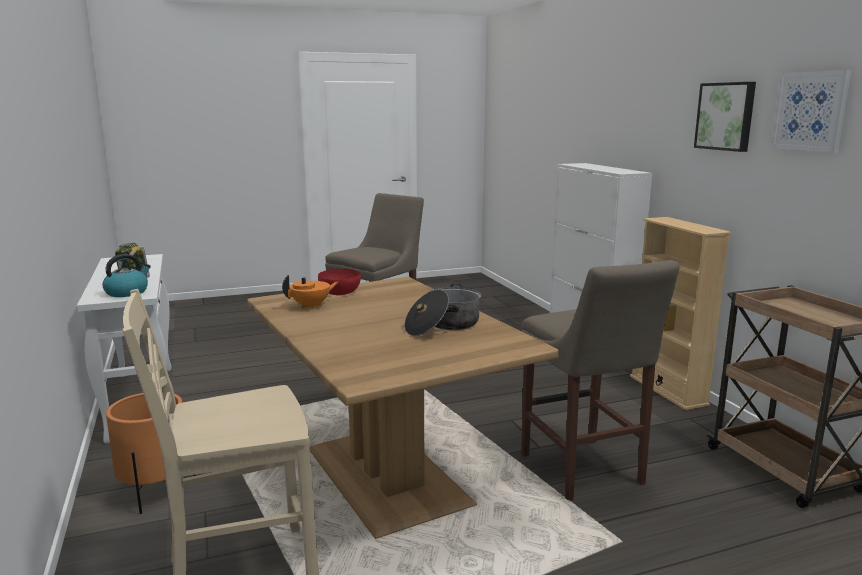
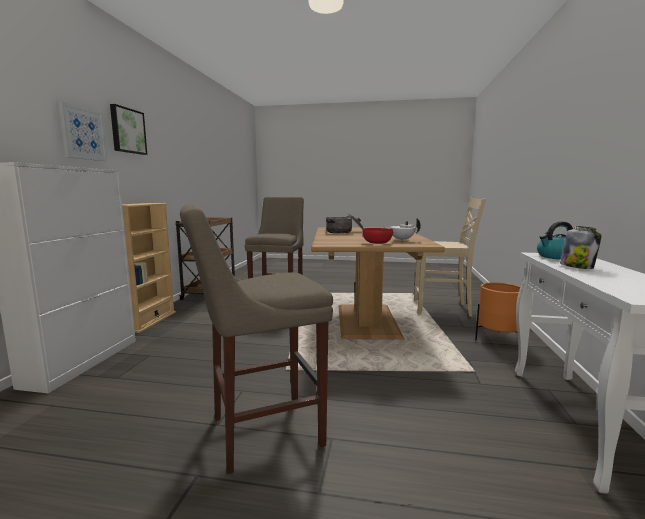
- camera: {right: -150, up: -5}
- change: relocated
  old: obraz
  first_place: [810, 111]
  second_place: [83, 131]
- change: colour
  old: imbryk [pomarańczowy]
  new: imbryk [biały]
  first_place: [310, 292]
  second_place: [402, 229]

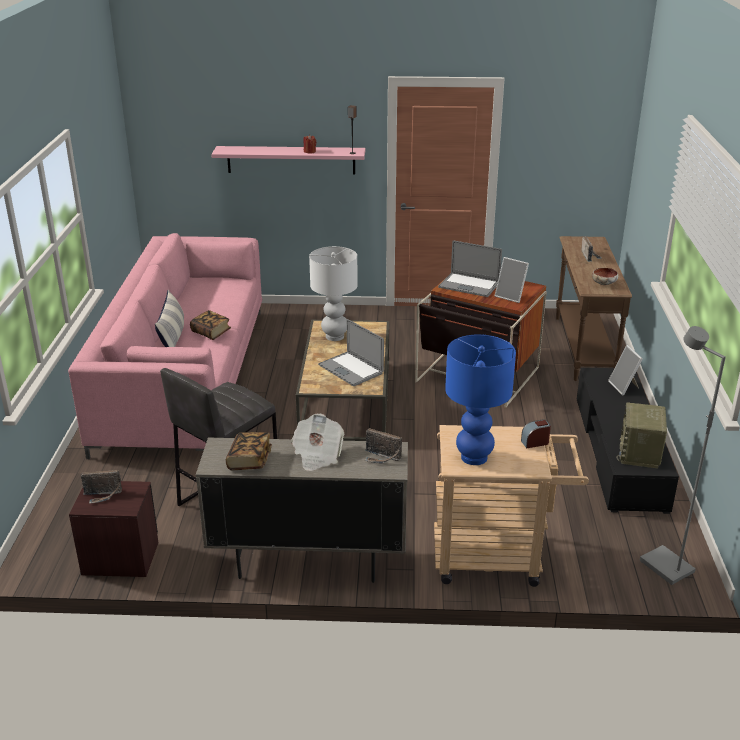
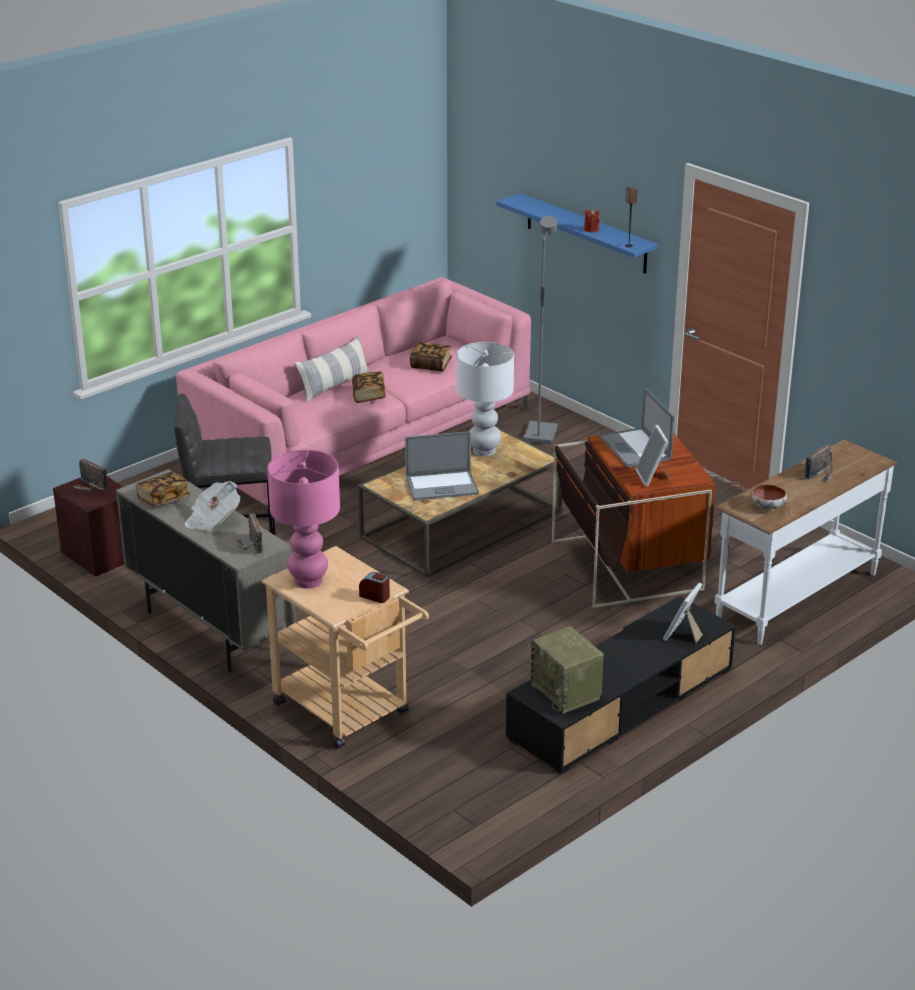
- camera: {right: 45, up: 0}
- change: colour
  old: półka [różowy]
  new: półka [niebieski]
  first_place: [288, 160]
  second_place: [577, 233]
- change: colour
  old: stolik konsolowy [brązowy]
  new: stolik konsolowy [biały]
  first_place: [594, 308]
  second_place: [805, 542]
- change: spun
  old: laptop
  first_place: [351, 352]
  second_place: [442, 466]
  degrees: -105
- change: relocated
  old: lampa stojąca [szary]
  first_place: [683, 455]
  second_place: [540, 330]
- change: colour
  old: lampa stołowa [niebieski]
  new: lampa stołowa [różowy]
  first_place: [480, 399]
  second_place: [303, 519]
- change: spun
  old: radio
  first_place: [641, 435]
  second_place: [567, 670]
  degrees: -90
- change: appeared
  new: książka
  second_place: [431, 357]

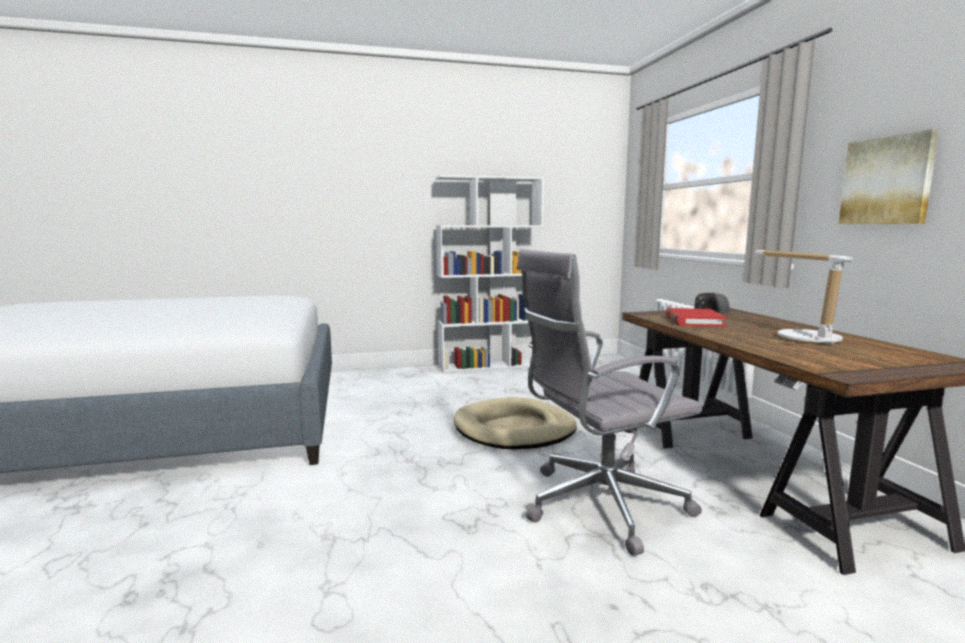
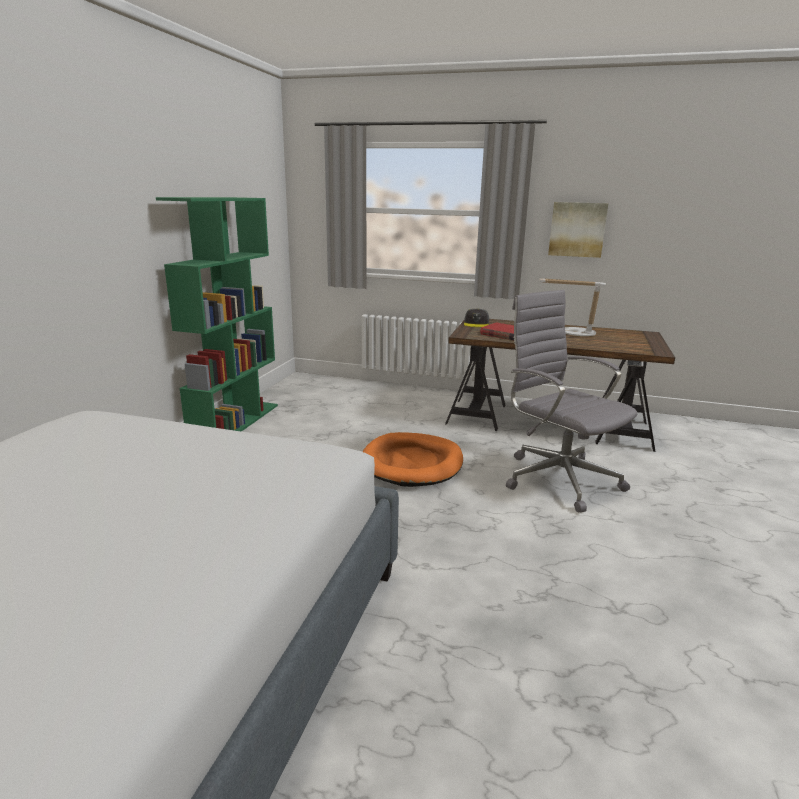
- camera: {right: -60, up: 10}
- change: colour
  old: regał [biały]
  new: regał [zielony]
  first_place: [489, 274]
  second_place: [217, 314]
- change: spun
  old: krzesło biurowe [szary]
  first_place: [610, 402]
  second_place: [571, 401]
  degrees: 135
- change: colour
  old: legowisko [beżowy]
  new: legowisko [pomarańczowy]
  first_place: [515, 423]
  second_place: [413, 459]

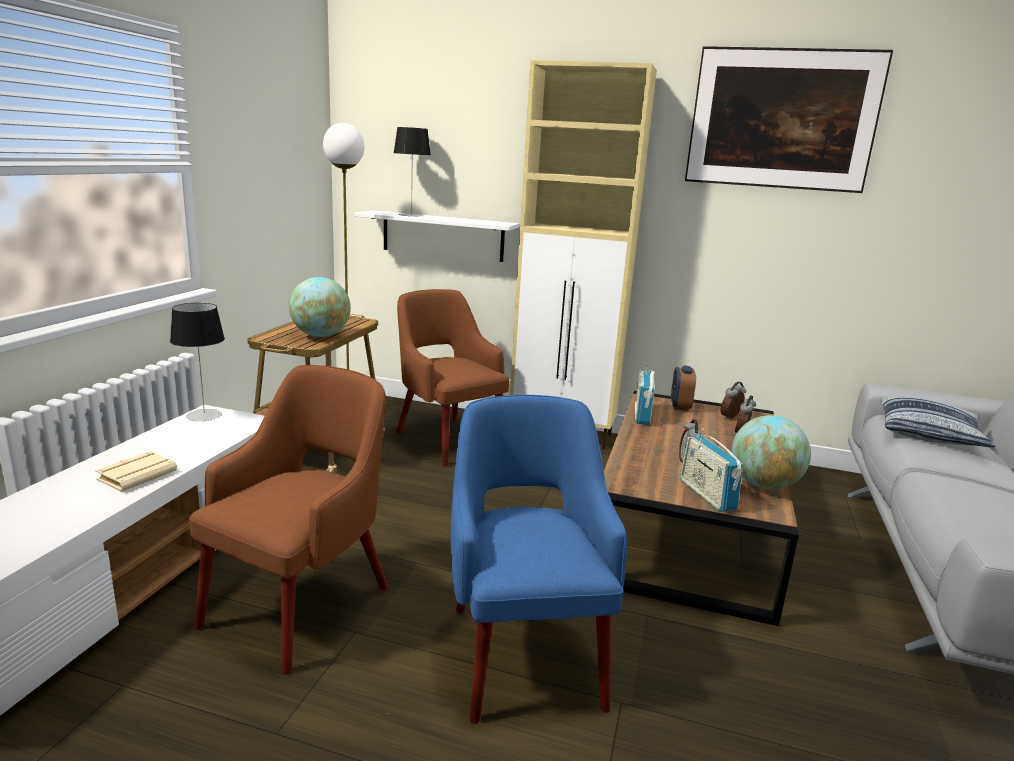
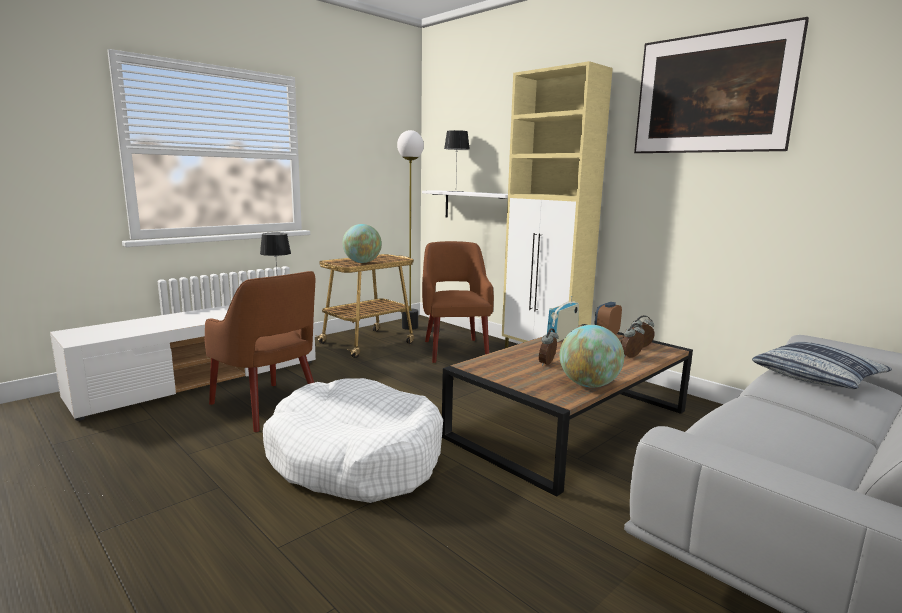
- camera: {right: 30, up: -5}
- change: spun
  old: fotel [brązowy]
  first_place: [288, 519]
  second_place: [259, 351]
  degrees: 75
- change: exchanged
  old: fotel [niebieski]
  new: legowisko [biały]
  first_place: [539, 559]
  second_place: [353, 440]
- change: missing
  old: radio
  first_place: [711, 470]
- change: missing
  old: książka [beżowy]
  first_place: [136, 471]

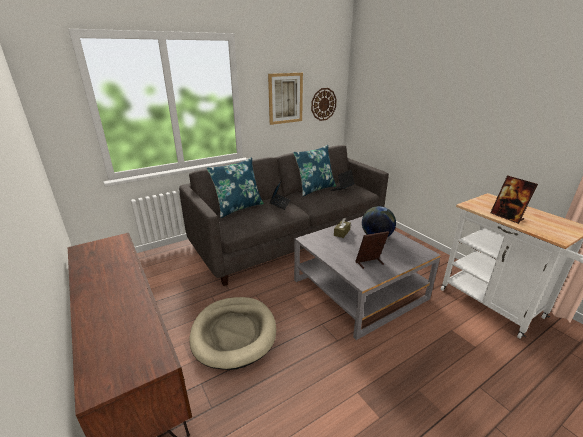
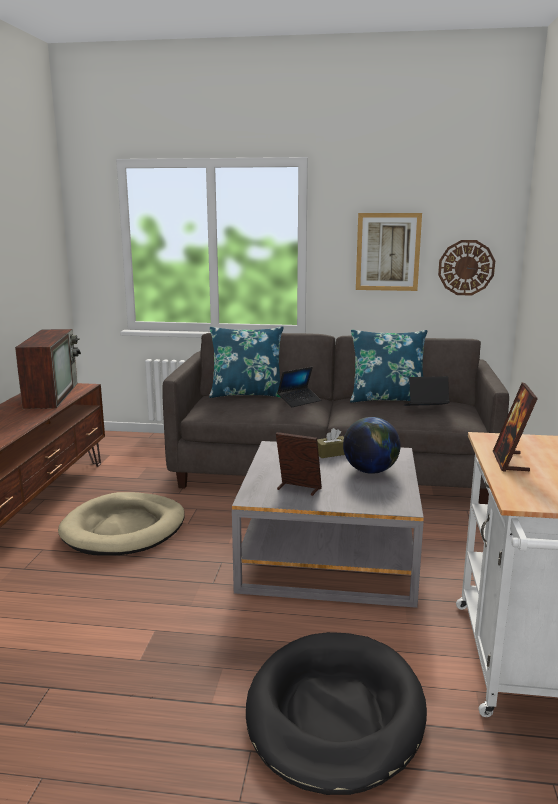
- camera: {right: 40, up: -10}
- change: appeared
  new: telewizor
  second_place: [48, 369]
- change: appeared
  new: legowisko [czarny]
  second_place: [336, 713]

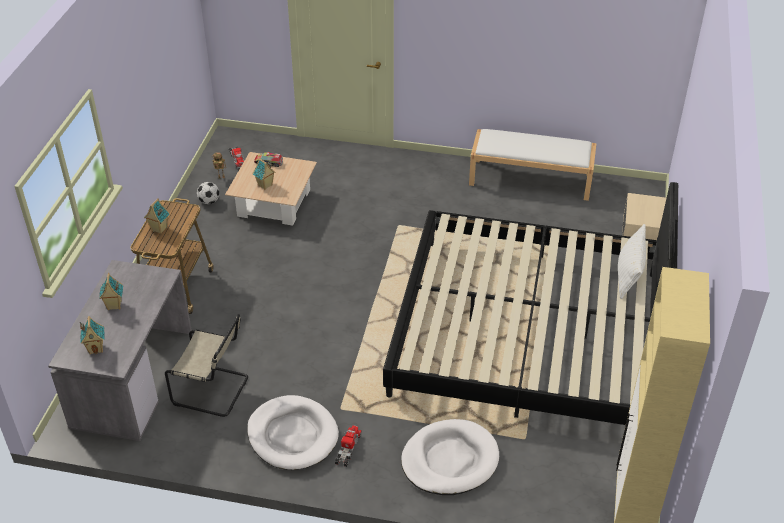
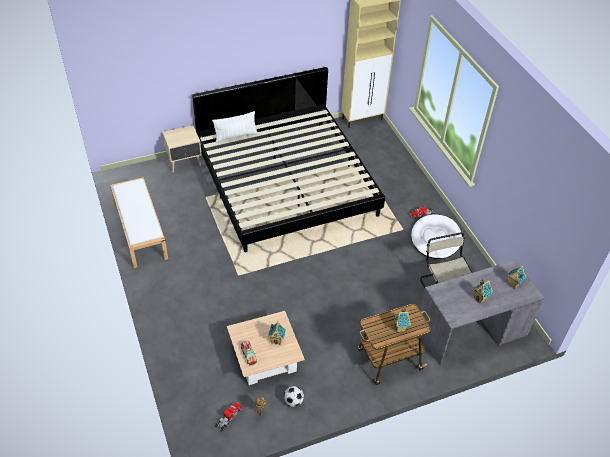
- camera: {right: -125, up: 5}
- change: missing
  old: legowisko [biały]
  first_place: [450, 457]

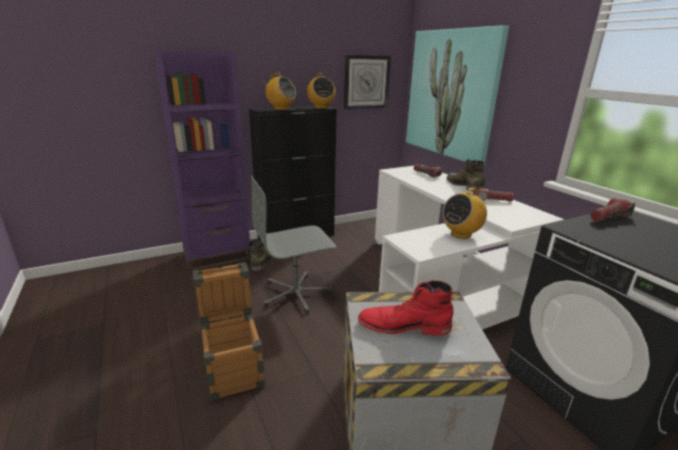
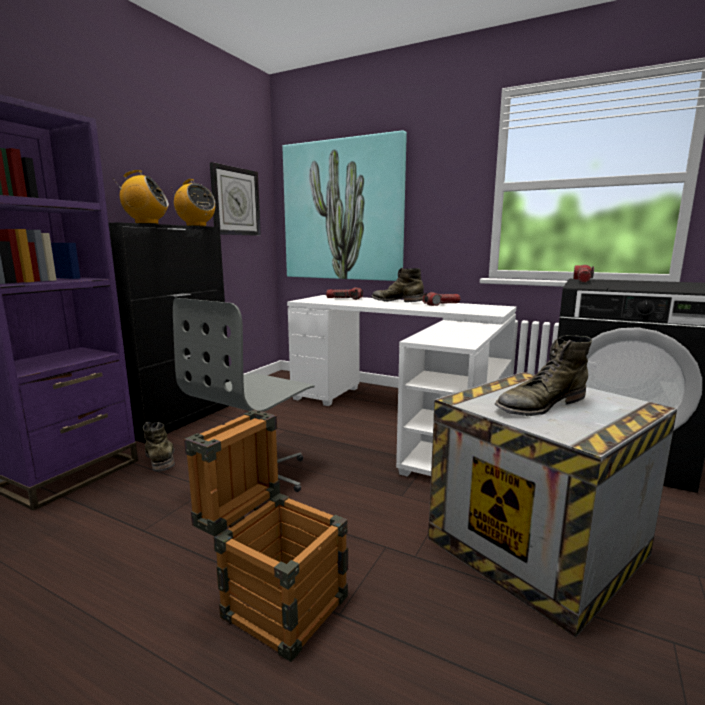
- camera: {right: -35, up: -10}
- change: missing
  old: radio
  first_place: [465, 213]
- change: colour
  old: but z cholewką [czerwony]
  new: but z cholewką [zielony]
  first_place: [406, 308]
  second_place: [543, 375]

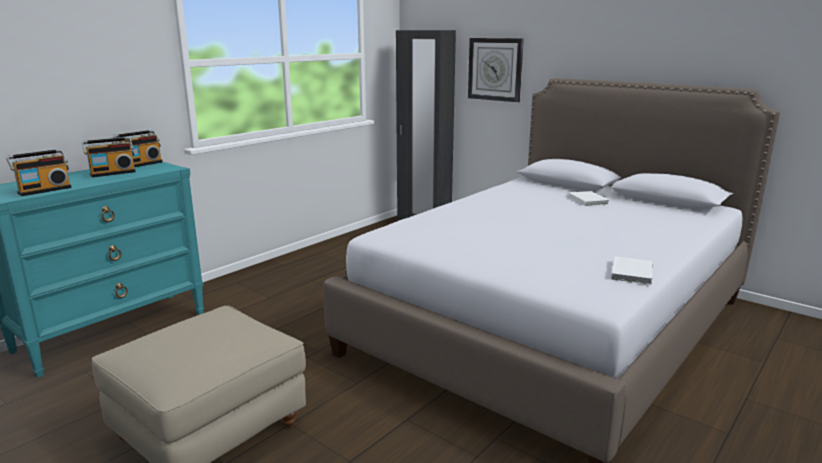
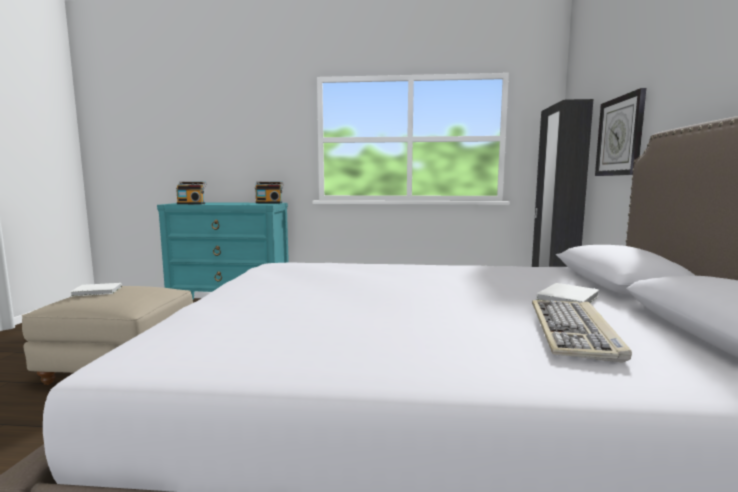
- camera: {right: 55, up: -10}
- change: missing
  old: radio
  first_place: [109, 157]
- change: relocated
  old: książka [biały]
  first_place: [631, 270]
  second_place: [96, 289]
- change: appeared
  new: klawiatura
  second_place: [582, 331]

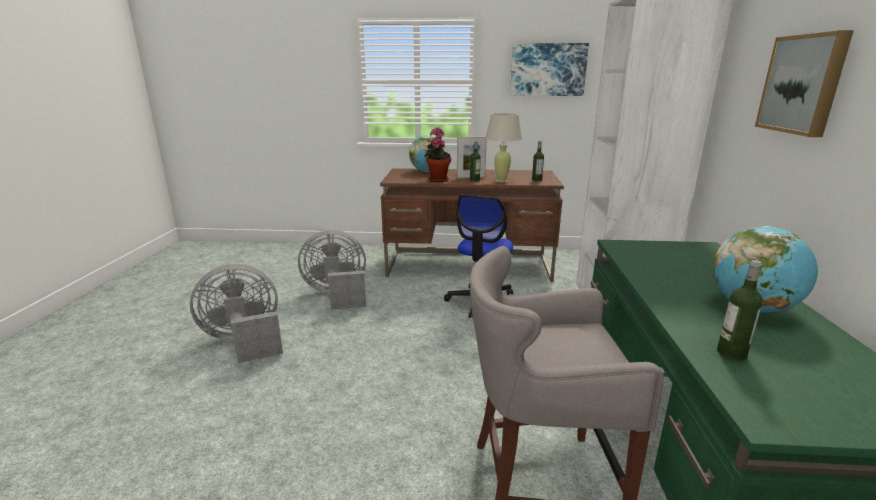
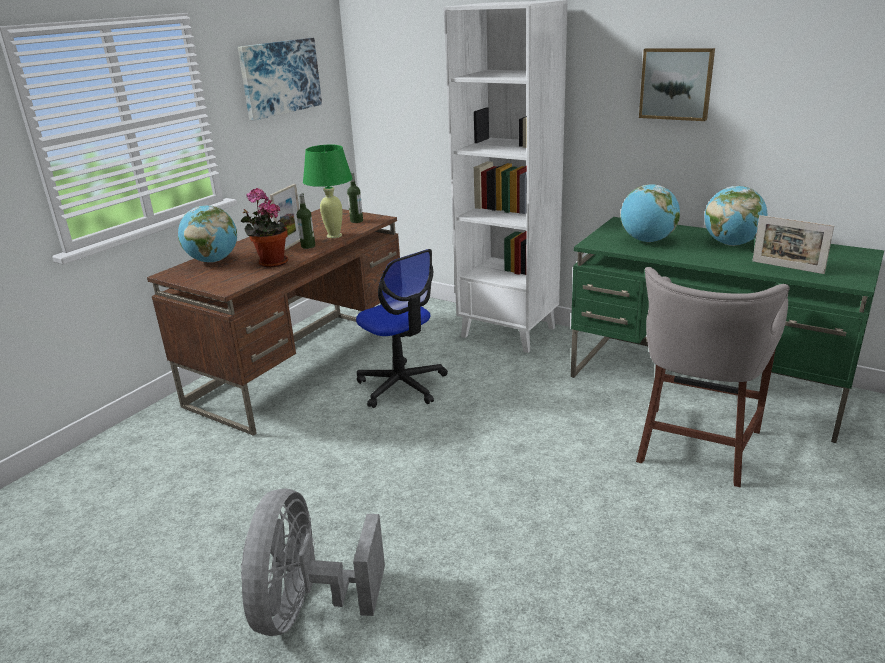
- camera: {right: -60, up: 5}
- change: colour
  old: lampa stołowa [beżowy]
  new: lampa stołowa [zielony]
  first_place: [503, 148]
  second_place: [328, 191]
- change: missing
  old: wentylator [szary]
  first_place: [332, 270]
- change: exchanged
  old: butelka
  new: ramka na zdjęcie
  first_place: [740, 310]
  second_place: [793, 244]
- change: appeared
  new: globus
  second_place: [650, 213]

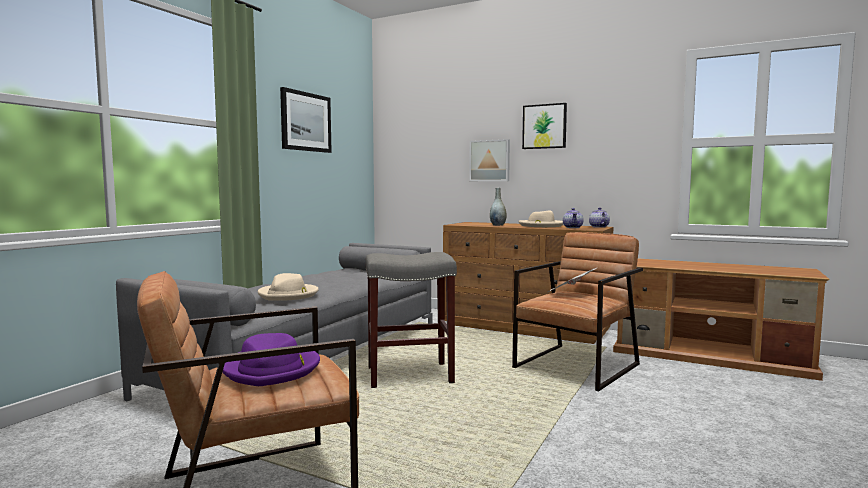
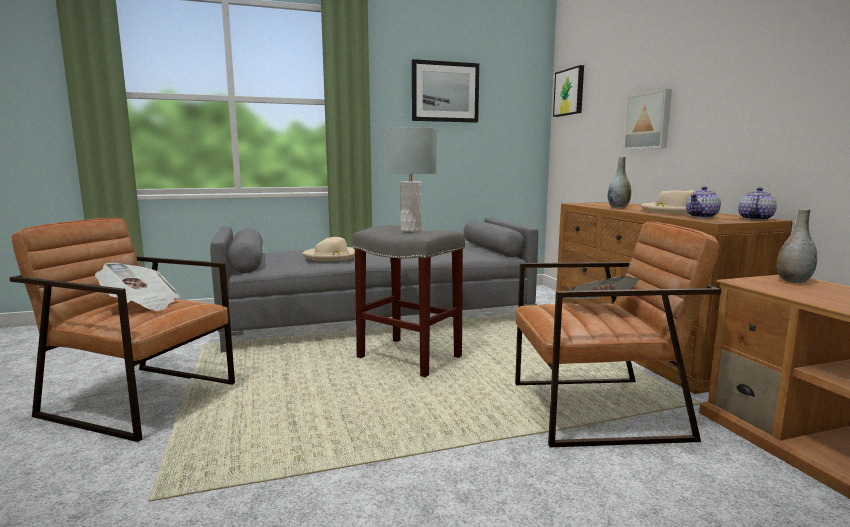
- camera: {right: 45, up: 5}
- change: relocated
  old: obraz
  first_place: [544, 126]
  second_place: [568, 91]
- change: exchanged
  old: kapelusz [fioletowy]
  new: gazeta
  first_place: [271, 359]
  second_place: [137, 287]
- change: appeared
  new: lampa stołowa [szary]
  second_place: [410, 179]
- change: appeared
  new: wazon [szary]
  second_place: [797, 245]

